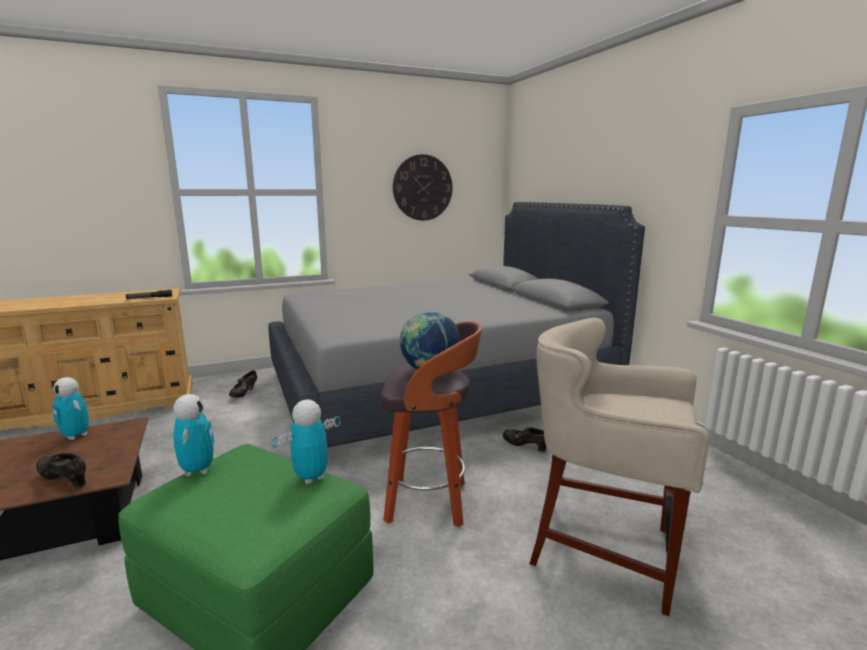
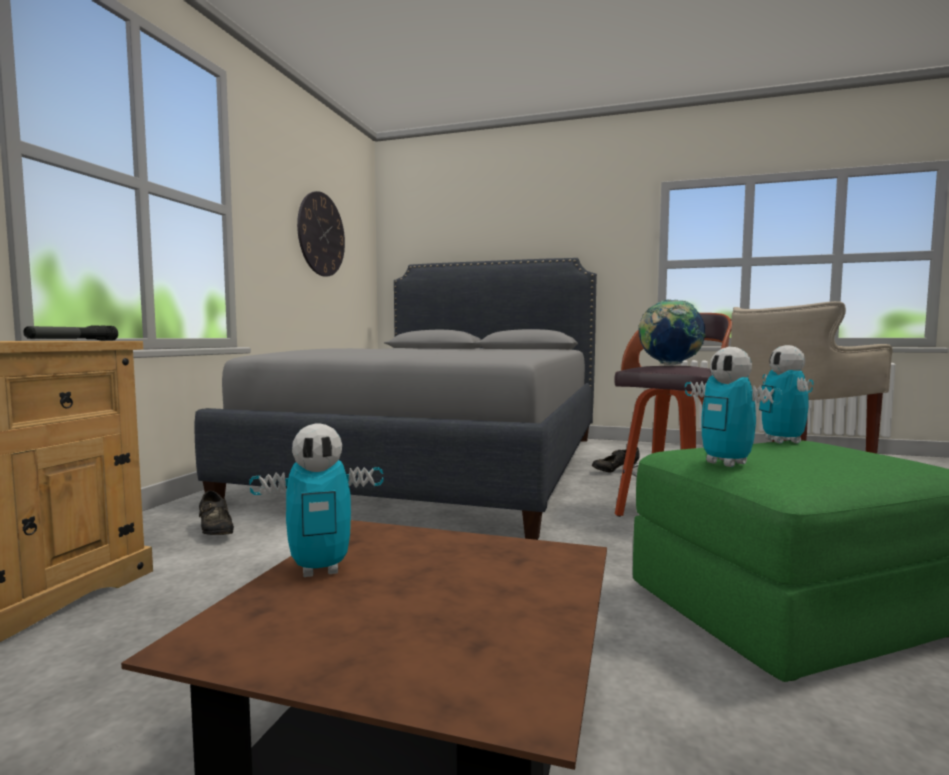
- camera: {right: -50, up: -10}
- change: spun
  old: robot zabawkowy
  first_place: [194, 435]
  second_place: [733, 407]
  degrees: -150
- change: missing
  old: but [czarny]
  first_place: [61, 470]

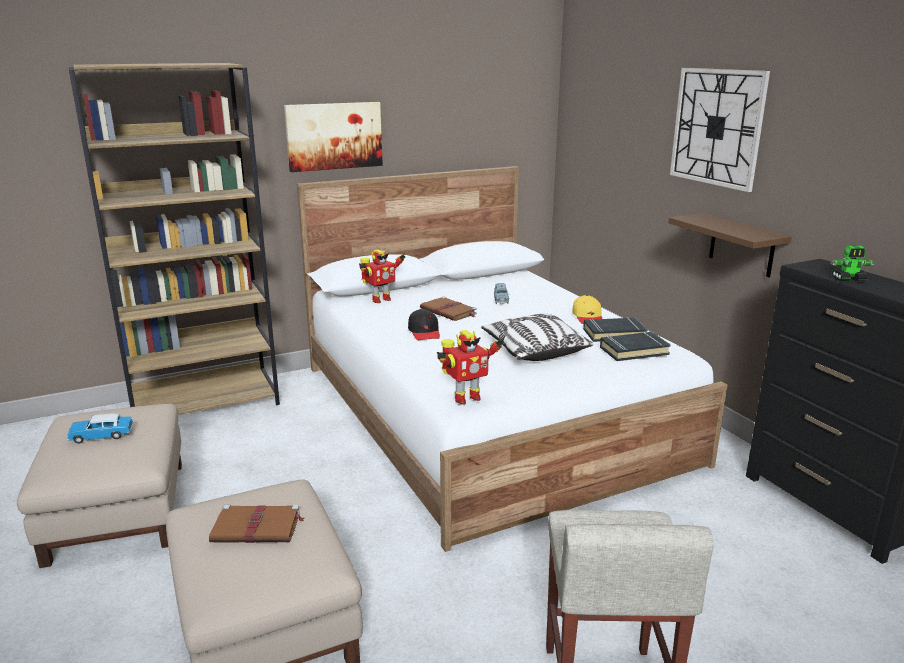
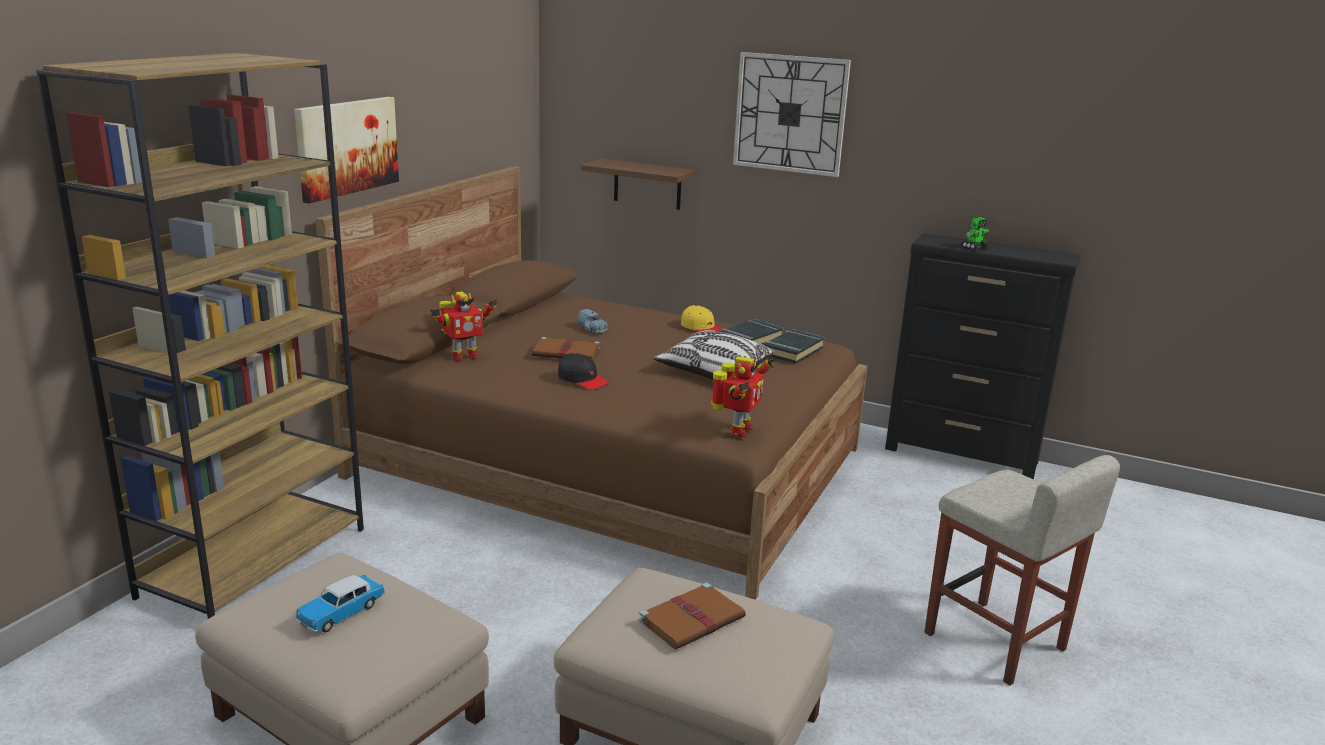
- camera: {right: -40, up: 0}
- change: colour
  old: łóżko [biały]
  new: łóżko [brązowy]
  first_place: [512, 359]
  second_place: [591, 383]
- change: relocated
  old: półka [brązowy]
  first_place: [730, 245]
  second_place: [638, 184]
- change: spun
  old: robot zabawkowy
  first_place: [382, 276]
  second_place: [464, 327]
  degrees: 45

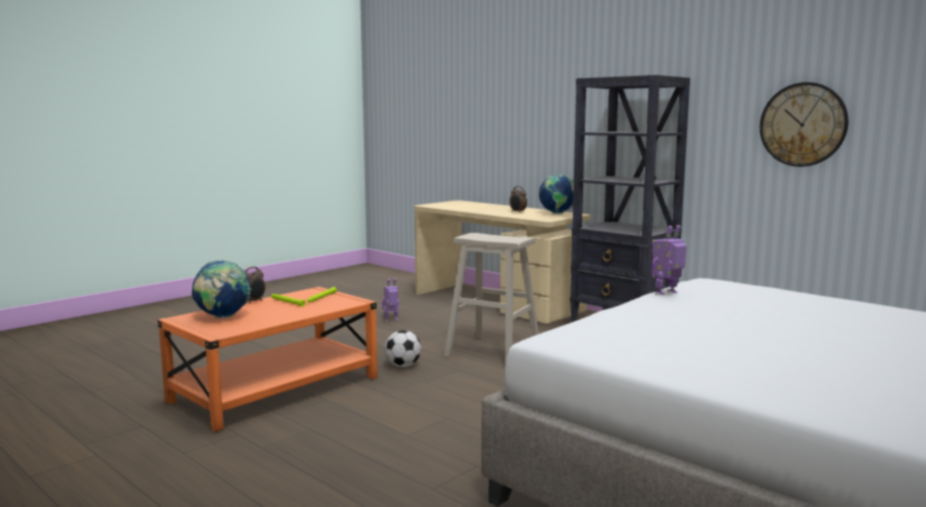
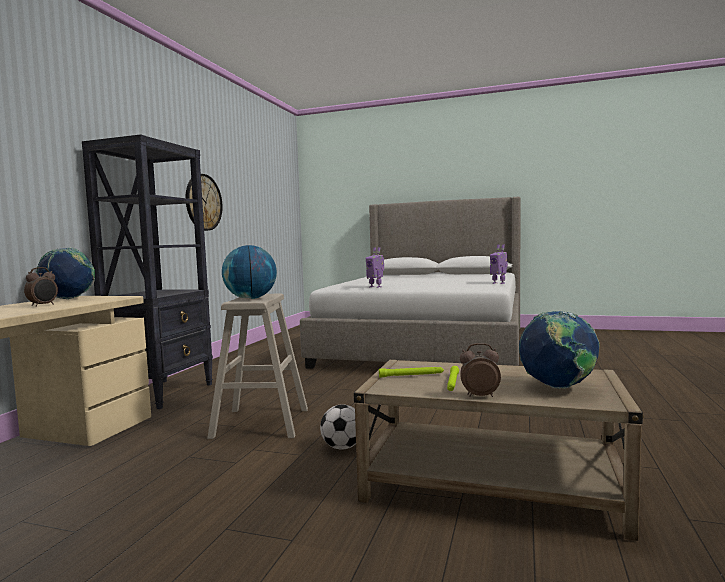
- camera: {right: -115, up: -5}
- change: relocated
  old: robot zabawkowy
  first_place: [390, 299]
  second_place: [499, 264]
- change: colour
  old: ława [pomarańczowy]
  new: ława [beżowy]
  first_place: [268, 359]
  second_place: [499, 450]
- change: appeared
  new: globus
  second_place: [249, 272]

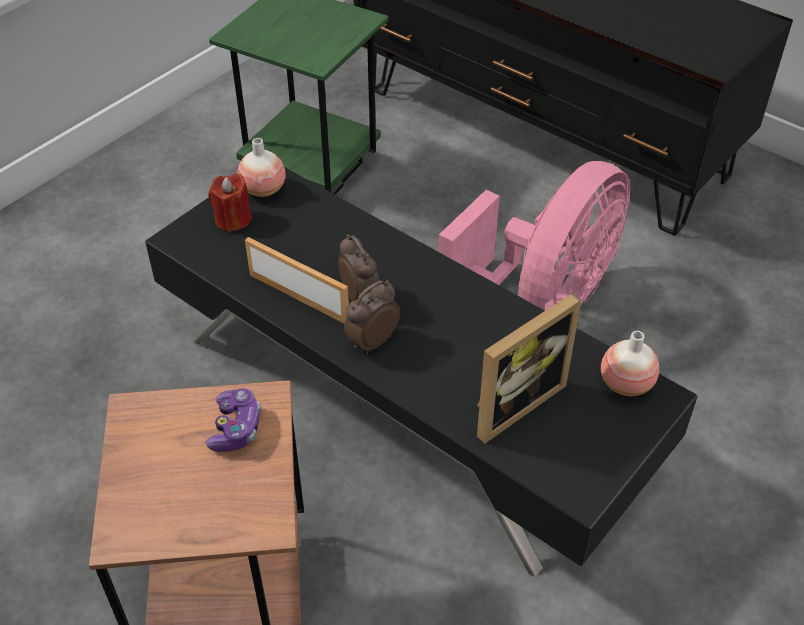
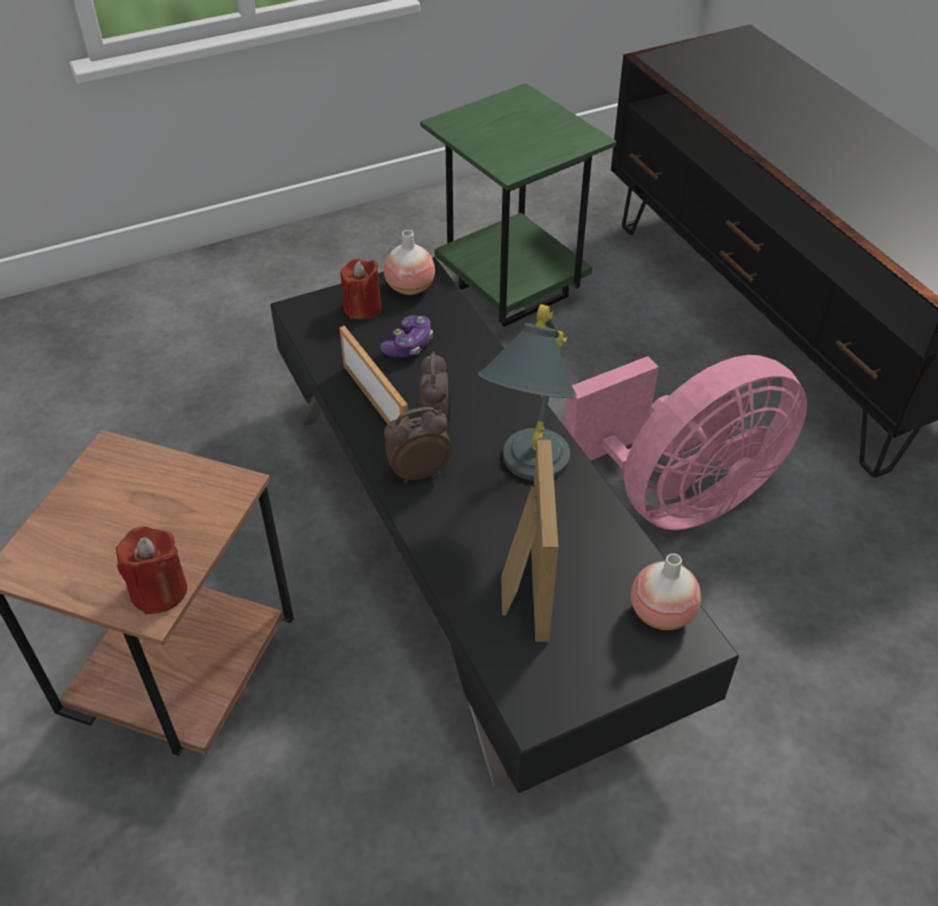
- camera: {right: 25, up: 0}
- change: spun
  old: ramka na zdjęcie
  first_place: [529, 368]
  second_place: [529, 540]
  degrees: -75
- change: relocated
  old: pad do gier
  first_place: [233, 420]
  second_place: [406, 336]
- change: appeared
  new: lampa stołowa [szary]
  second_place: [527, 392]
- change: appeared
  new: świeca [czerwony]
  second_place: [151, 570]

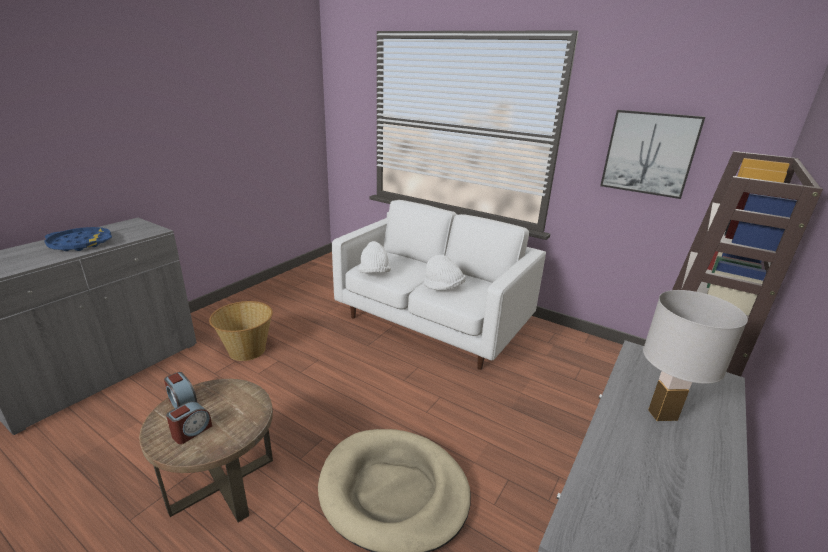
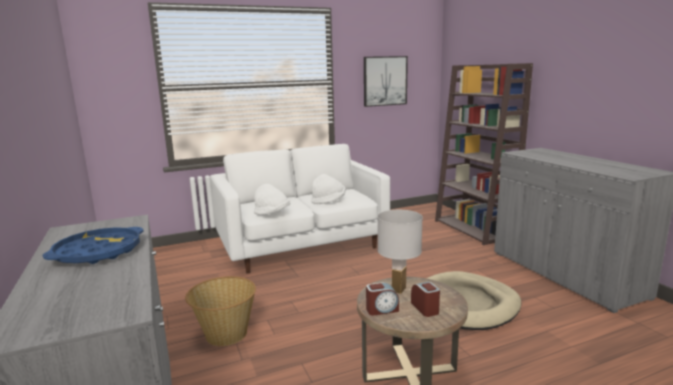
- camera: {right: -55, up: -10}
- change: relocated
  old: lampa stołowa [biały]
  first_place: [695, 355]
  second_place: [400, 252]

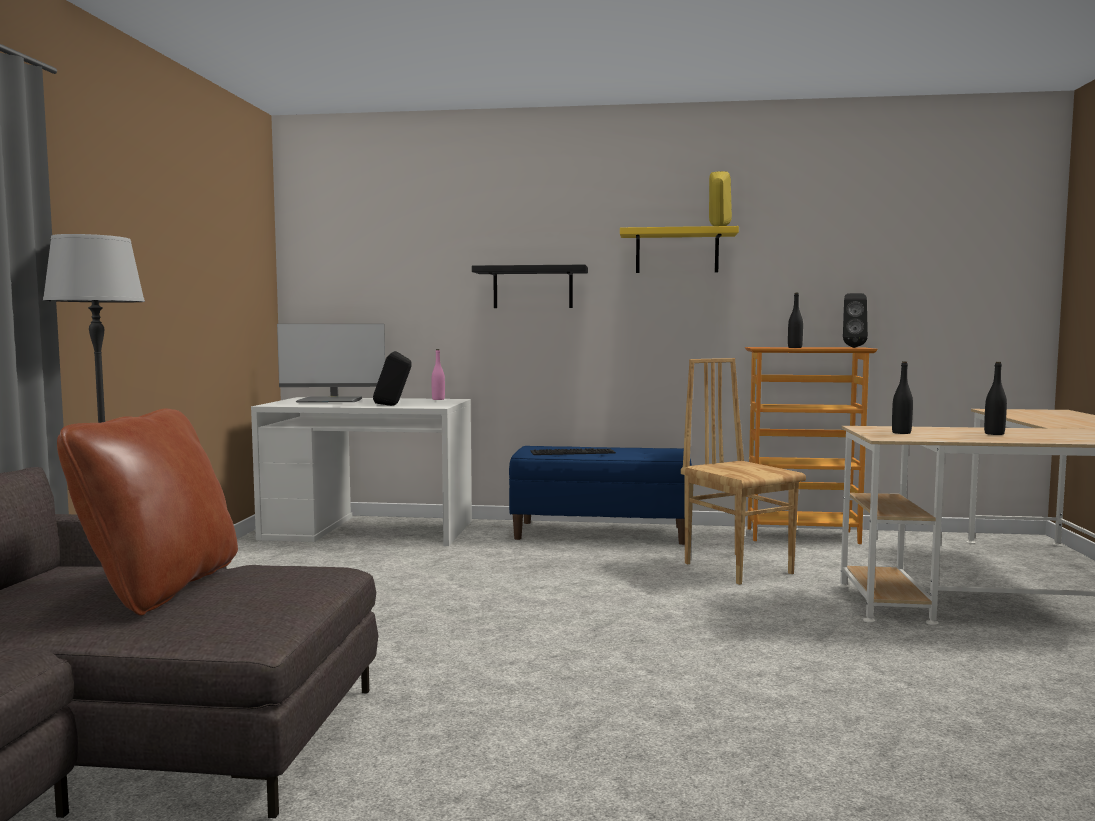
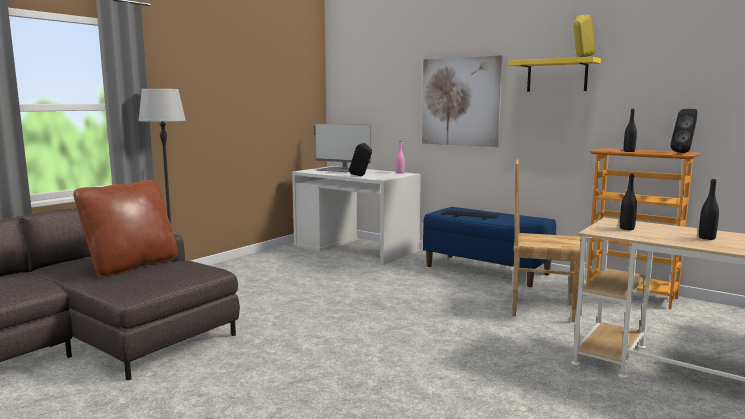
- camera: {right: 30, up: 5}
- change: exchanged
  old: półka [czarny]
  new: obraz
  first_place: [530, 286]
  second_place: [462, 101]
- change: spun
  old: krzesło [brązowy]
  first_place: [743, 471]
  second_place: [547, 240]
  degrees: -75

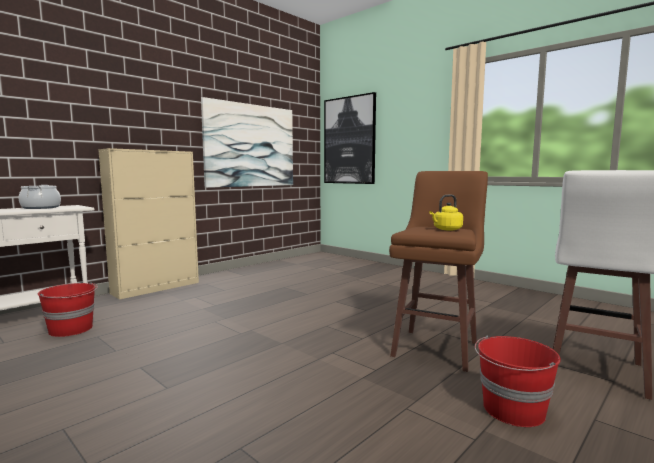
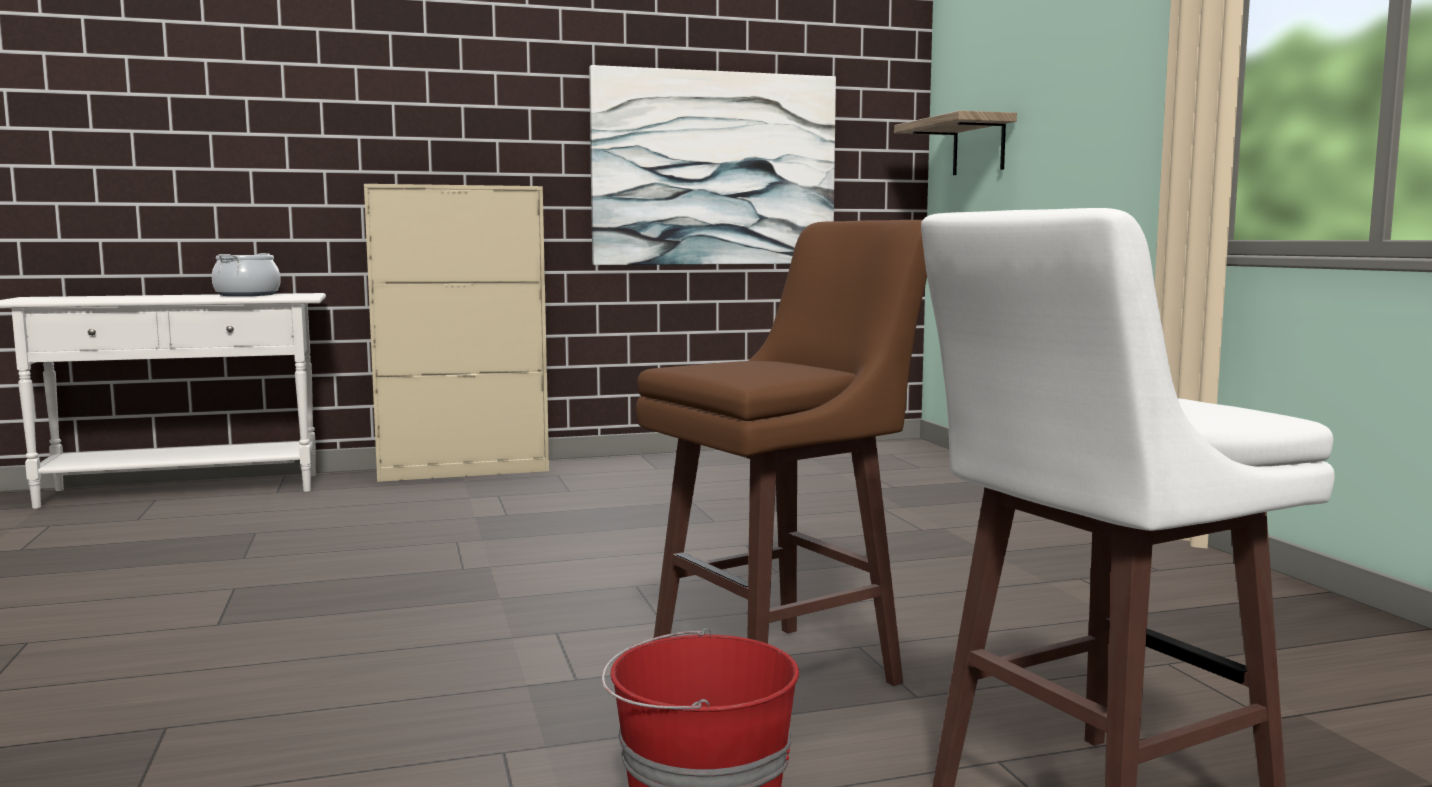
- camera: {right: 30, up: 0}
- change: exchanged
  old: obraz
  new: półka
  first_place: [350, 138]
  second_place: [955, 143]
- change: missing
  old: czajnik [żółty]
  first_place: [446, 212]
- change: missing
  old: wiadro [czerwony]
  first_place: [68, 309]

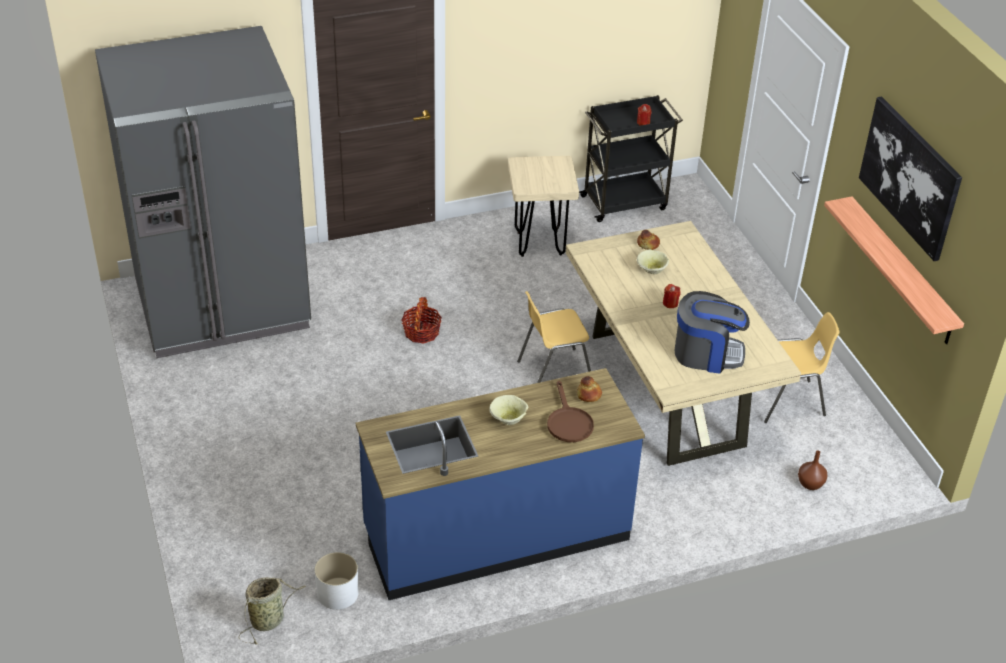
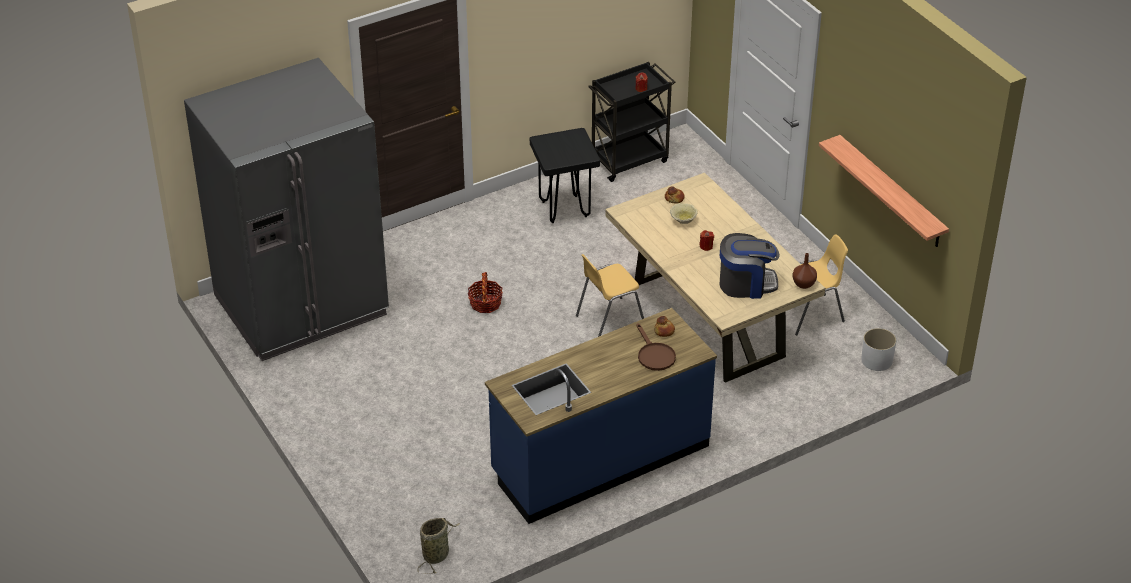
- camera: {right: -10, up: 0}
- change: missing
  old: obraz
  first_place: [910, 179]
- change: colour
  old: stołek [beżowy]
  new: stołek [czarny]
  first_place: [543, 206]
  second_place: [565, 175]
- change: missing
  old: miska [beżowy]
  first_place: [508, 410]
- change: relocated
  old: wazon [brązowy]
  first_place: [812, 470]
  second_place: [805, 271]
- change: relocated
  old: donica [biały]
  first_place: [337, 581]
  second_place: [878, 349]

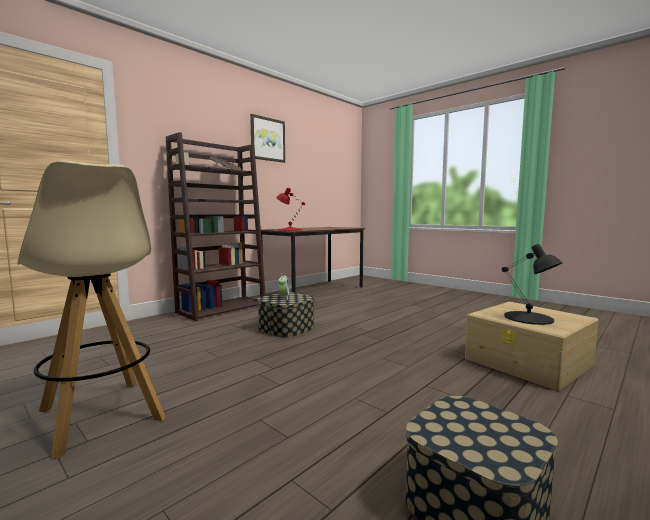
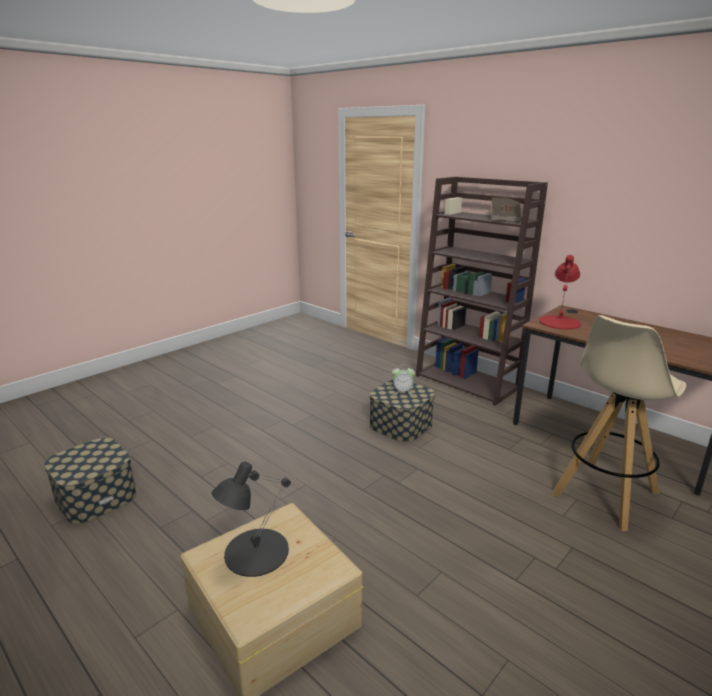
- camera: {right: 90, up: 15}
- change: missing
  old: obraz
  first_place: [267, 138]
- change: relocated
  old: stołek [beżowy]
  first_place: [91, 309]
  second_place: [619, 423]

